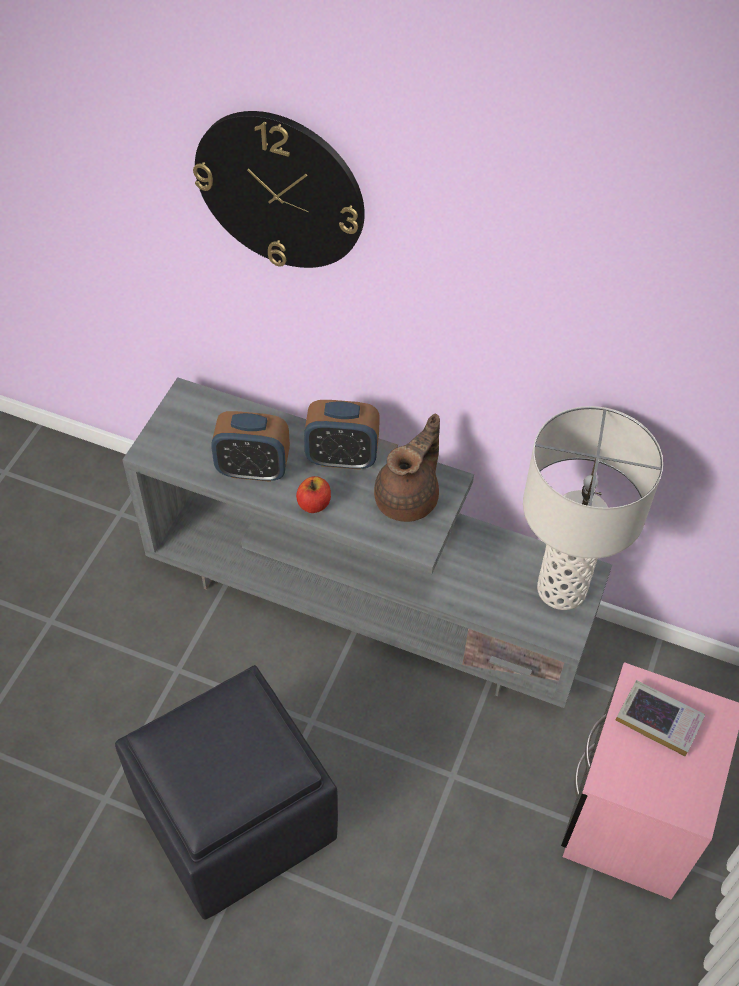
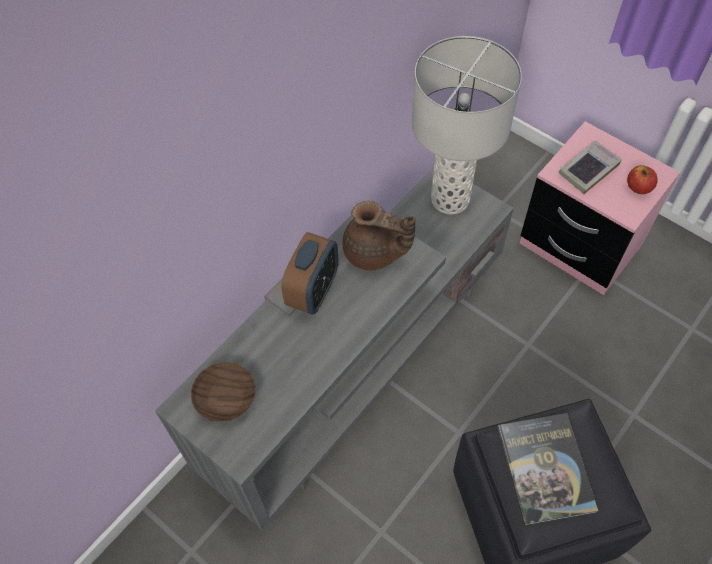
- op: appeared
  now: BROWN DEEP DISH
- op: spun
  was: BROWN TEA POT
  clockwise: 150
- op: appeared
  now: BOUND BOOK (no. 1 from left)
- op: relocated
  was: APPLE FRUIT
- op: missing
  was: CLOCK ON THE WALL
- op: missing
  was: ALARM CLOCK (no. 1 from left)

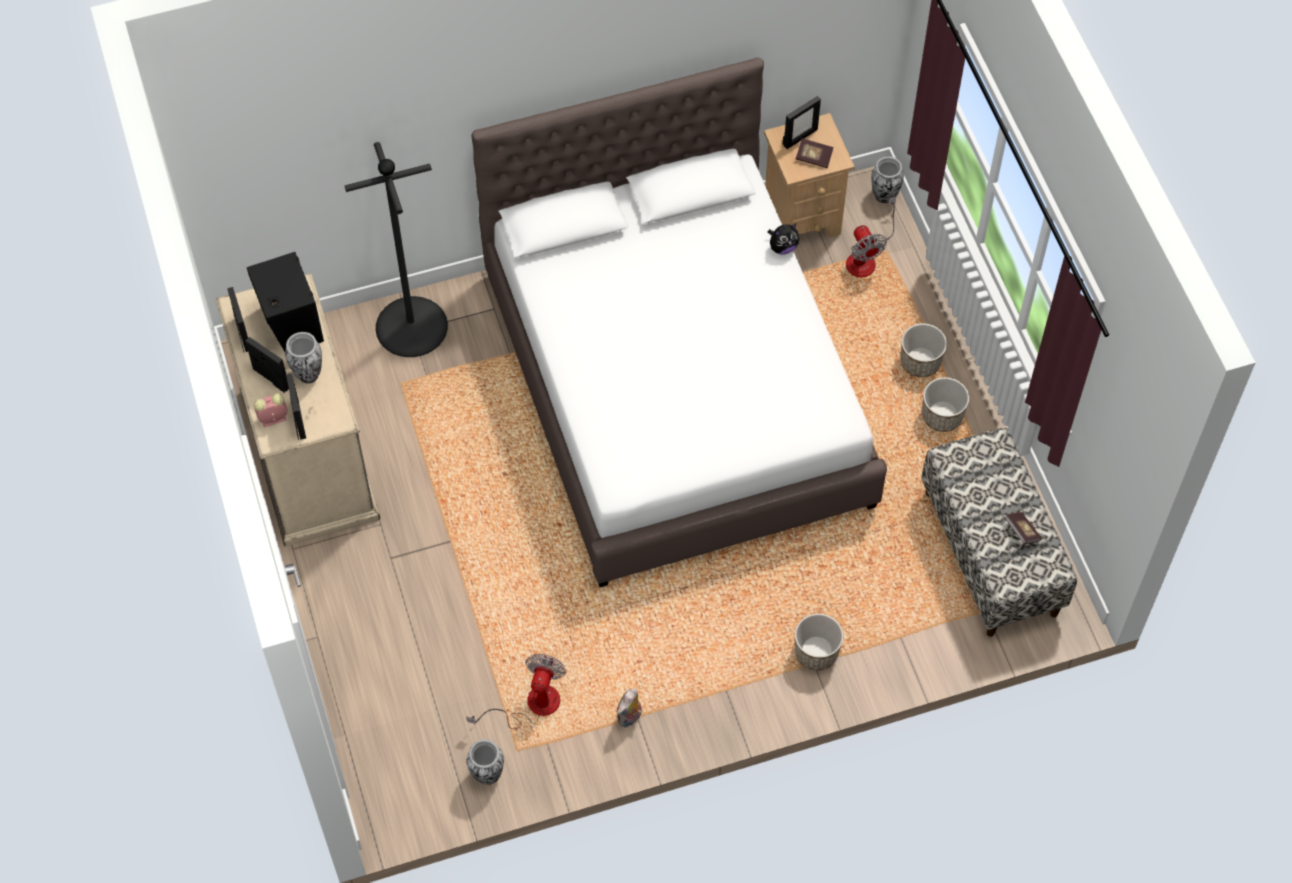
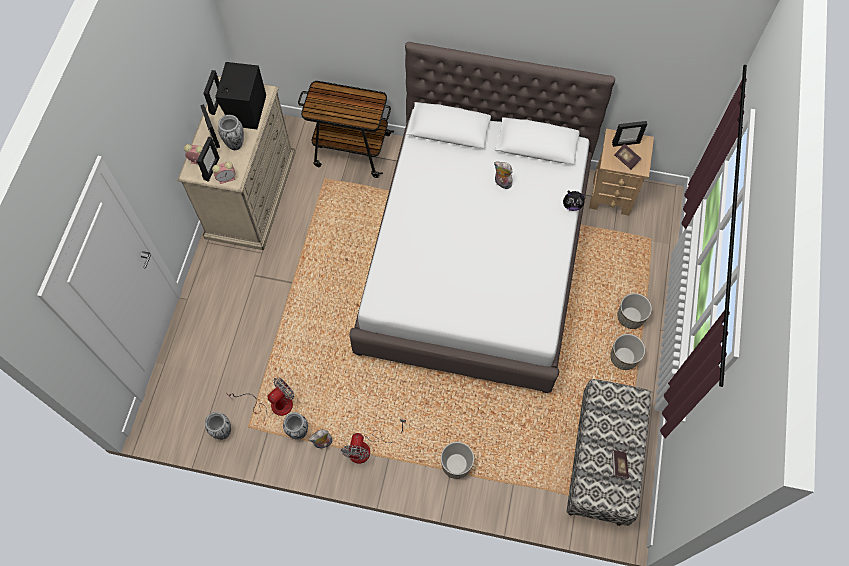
- op: appeared
  now: ALARM CLOCK (no. 2 from left)
- op: relocated
  was: DECORATIVE VASE (no. 3 from left)
- op: exchanged
  was: BLACKISH CLOTHES RACK
  now: WHEELED CART
- op: relocated
  was: FAN (no. 2 from left)
- op: appeared
  now: CUDDLY TOY (no. 2 from left)

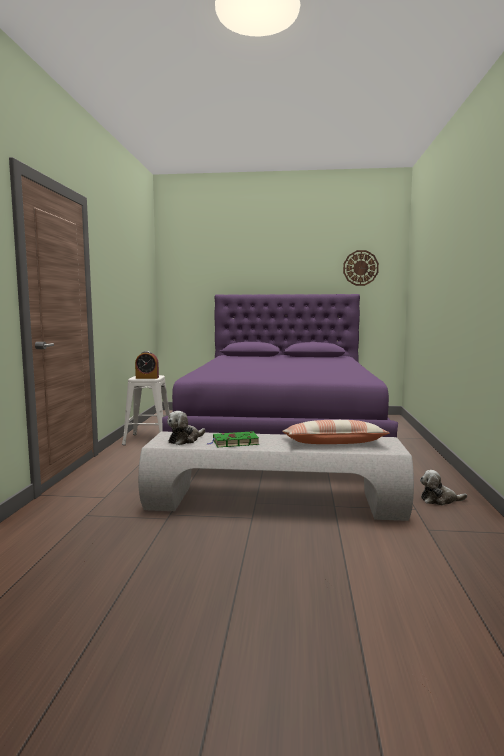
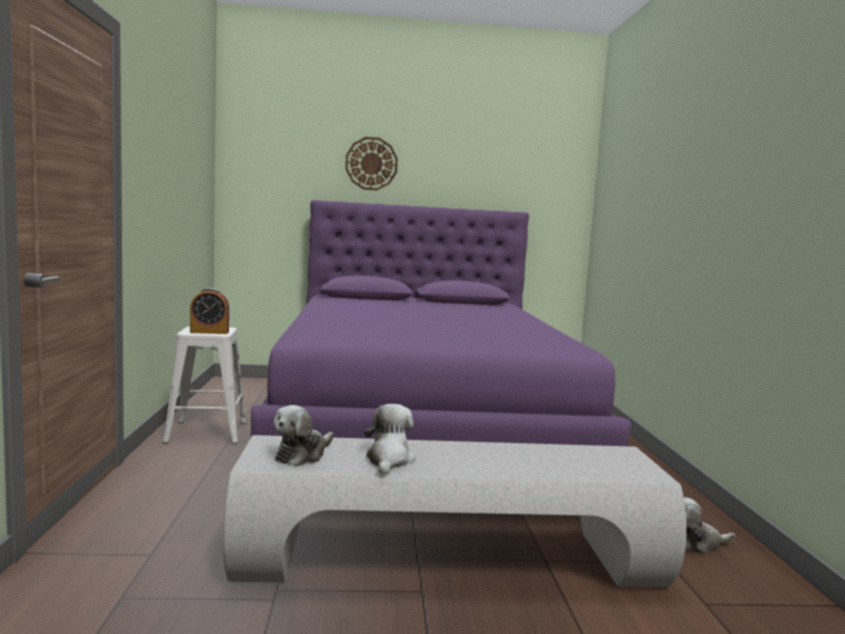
- op: relocated
  was: CLOCK ON THE WALL
- op: exchanged
  was: GREEN-COLOURED BOUND BOOK
  now: CUDDLY TOY (no. 2 from left)
- op: missing
  was: PILLOW

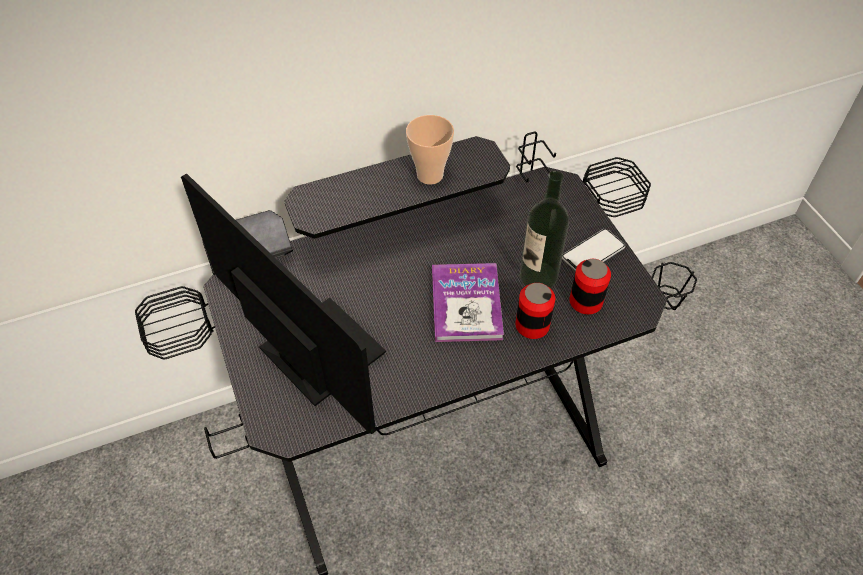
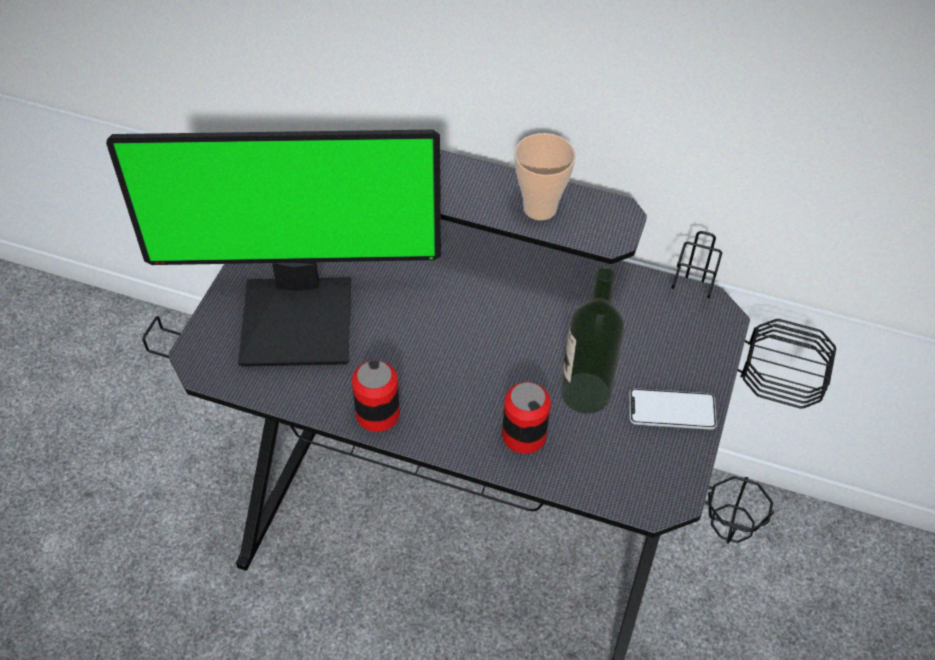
- op: spun
  was: COMPUTER DISPLAY
  clockwise: 90
- op: relocated
  was: SEALED CAN (no. 2 from left in the first image)
  now: SEALED CAN (no. 1 from left)
- op: missing
  was: BOUND BOOK

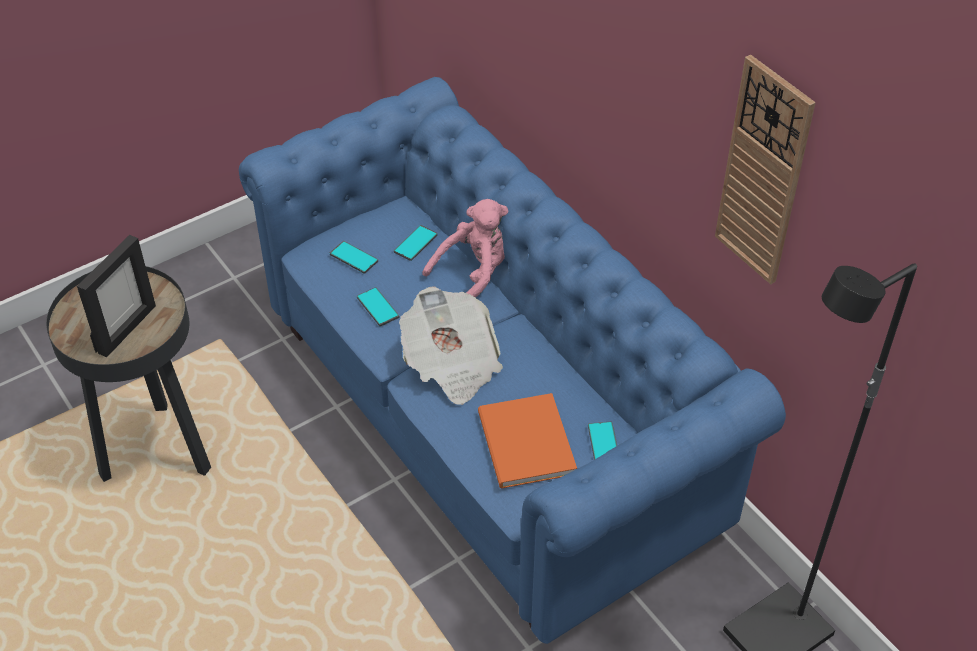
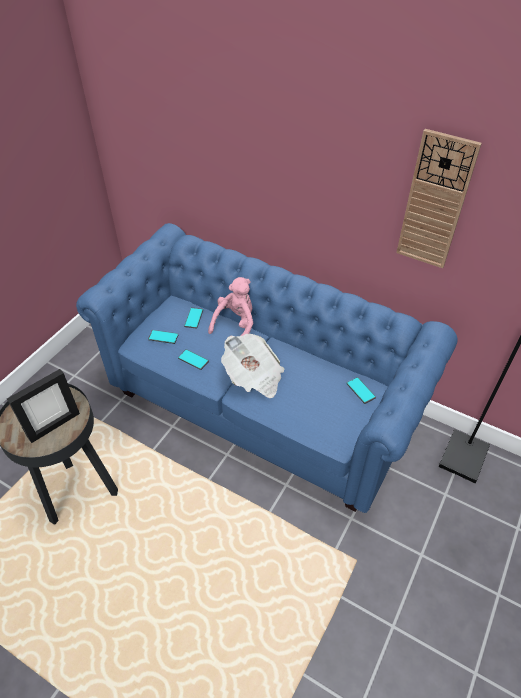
- op: spun
  was: PHOTO FRAME
  clockwise: 45
- op: missing
  was: ORANGE BOUND BOOK

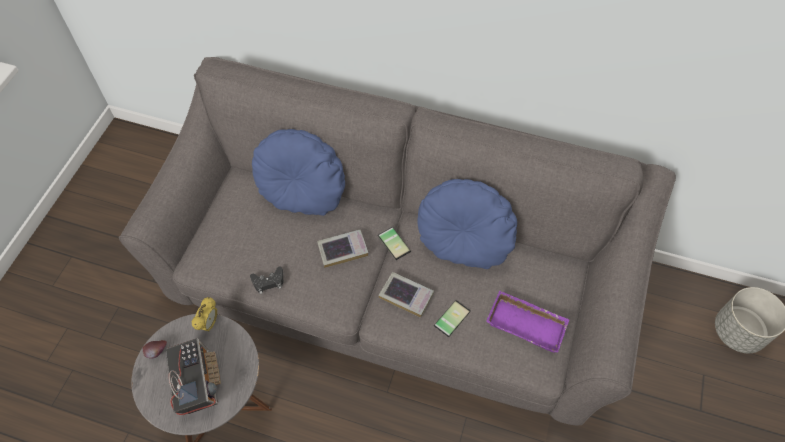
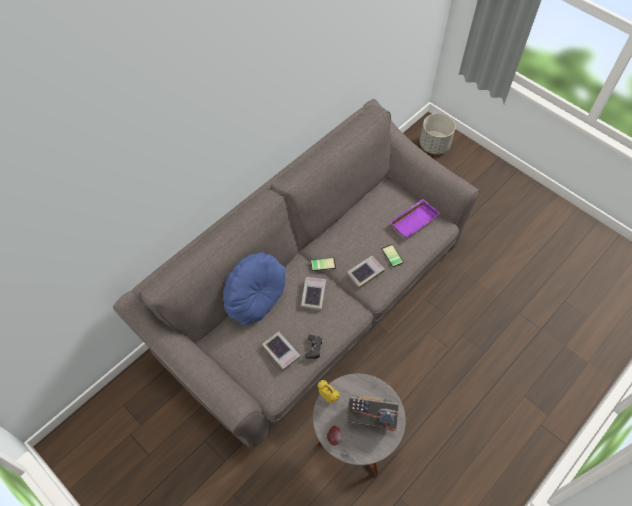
- op: appeared
  now: BOUND BOOK (no. 1 from left)
- op: missing
  was: BLUISH PILLOW (no. 2 from left)

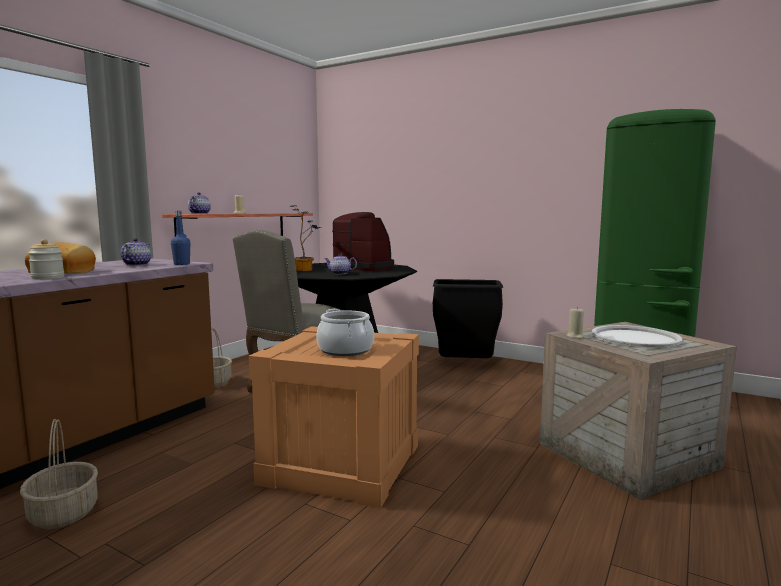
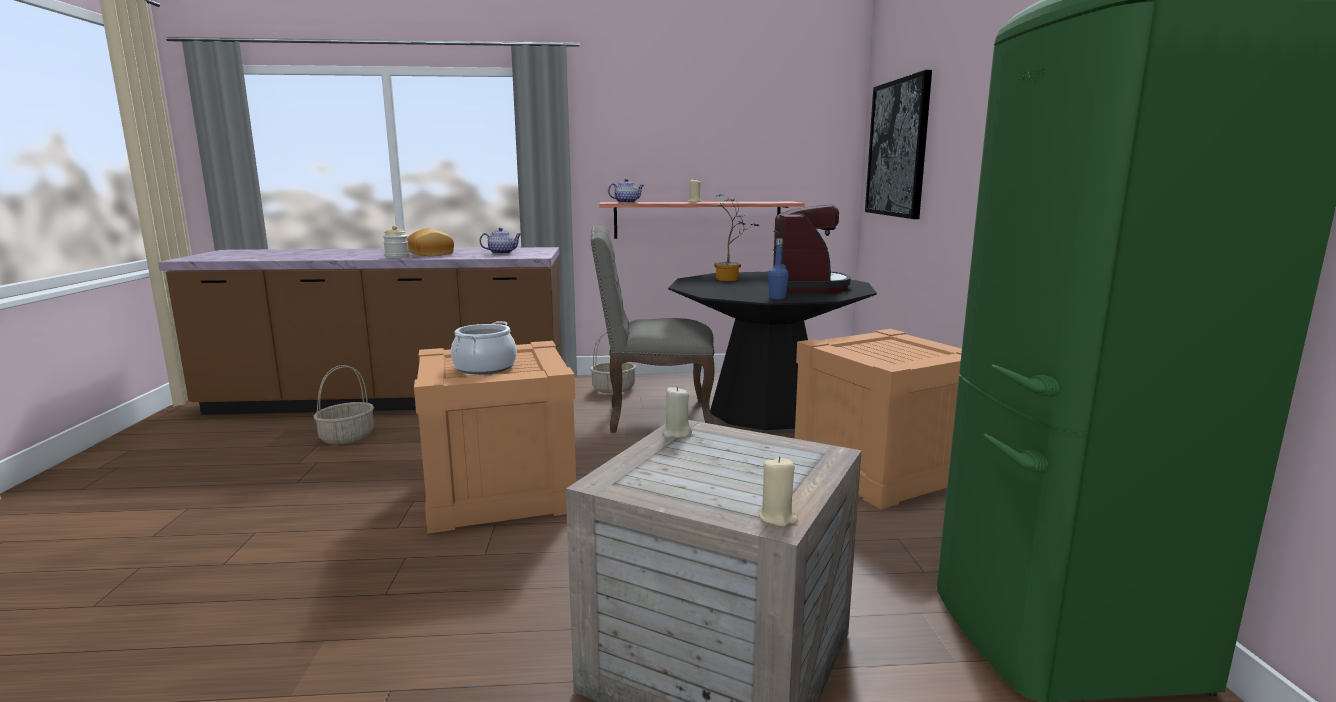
- op: appeared
  now: SAND-COLOURED WAX CANDLE (no. 3 from left)
- op: relocated
  was: BLUISH BEVERAGE BOTTLE
- op: exchanged
  was: BLACKISH RUBBISH BIN
  now: CRATE (no. 3 from left)
- op: appeared
  now: WALL PICTURE
- op: missing
  was: TEA POT (no. 3 from left)
- op: missing
  was: WHITE-COLOURED TRAY

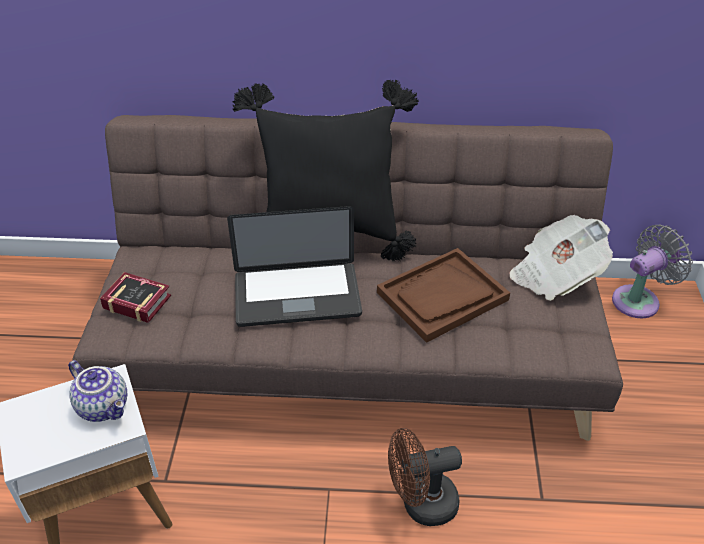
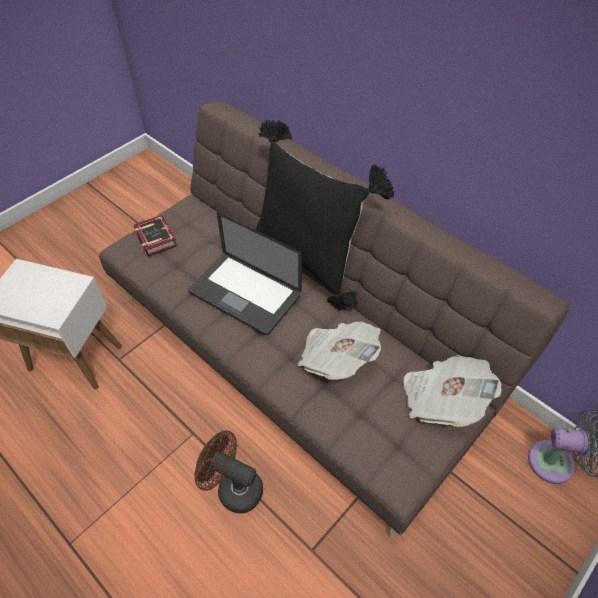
- op: exchanged
  was: BROWN TRAY
  now: PRINTED PAPER (no. 1 from left)
- op: missing
  was: TEA POT

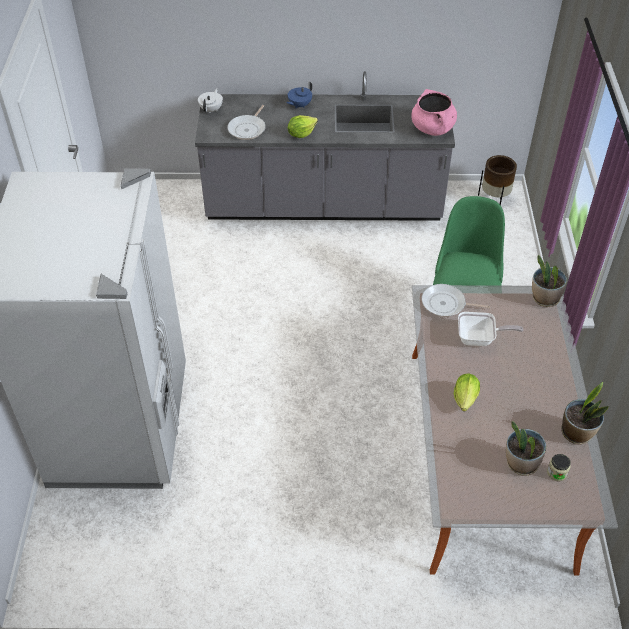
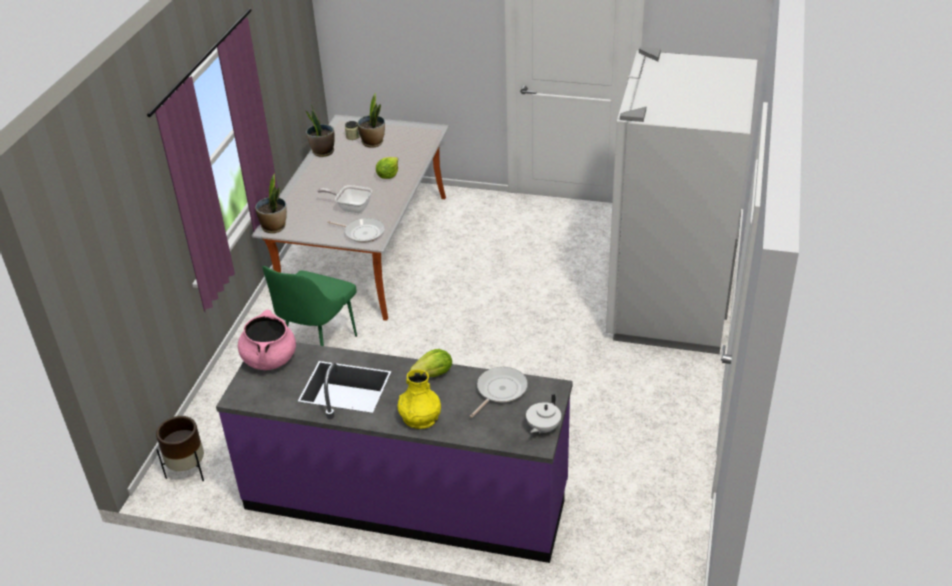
- op: colour
  was: GREY KITCHEN COUNTER
  now: PURPLE-COLOURED KITCHEN COUNTER
- op: exchanged
  was: BLUISH TEA POT
  now: YELLOW DECORATIVE VASE

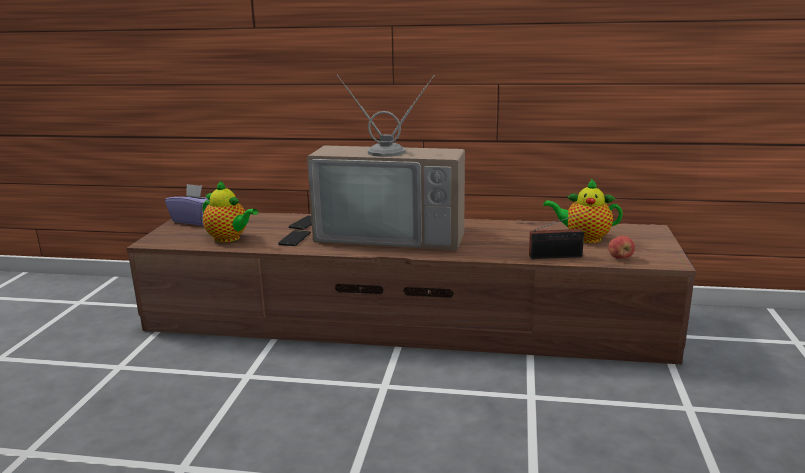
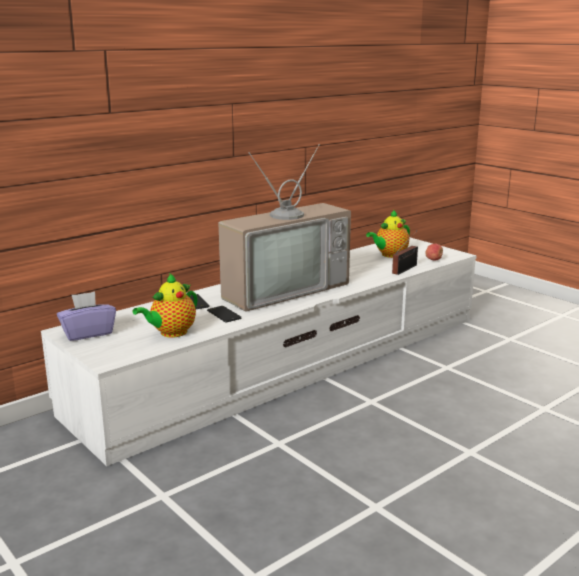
- op: colour
  was: BROWN TV STAND
  now: WHITE-COLOURED TV STAND
- op: spun
  was: TEA POT (no. 1 from left)
  clockwise: 150

